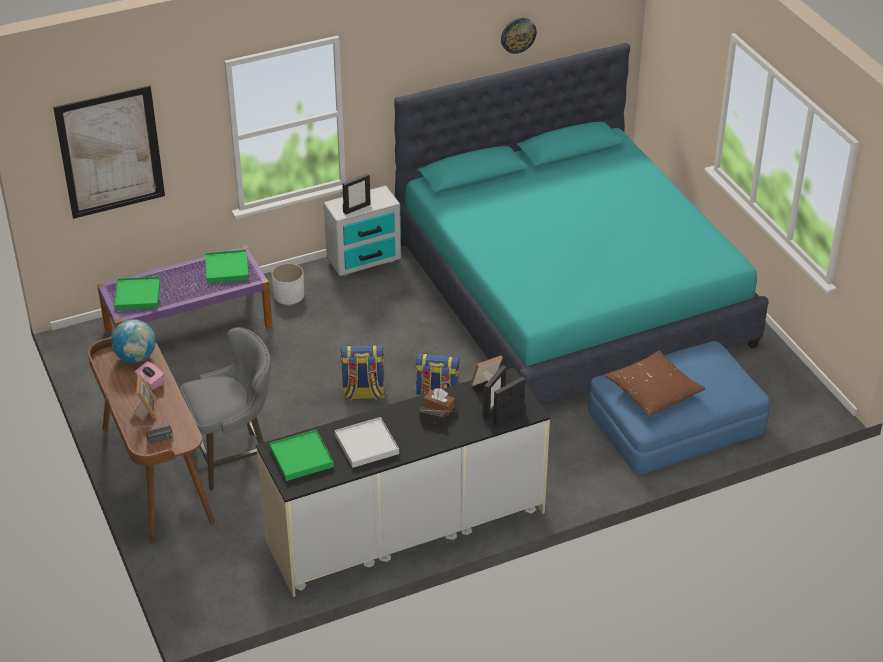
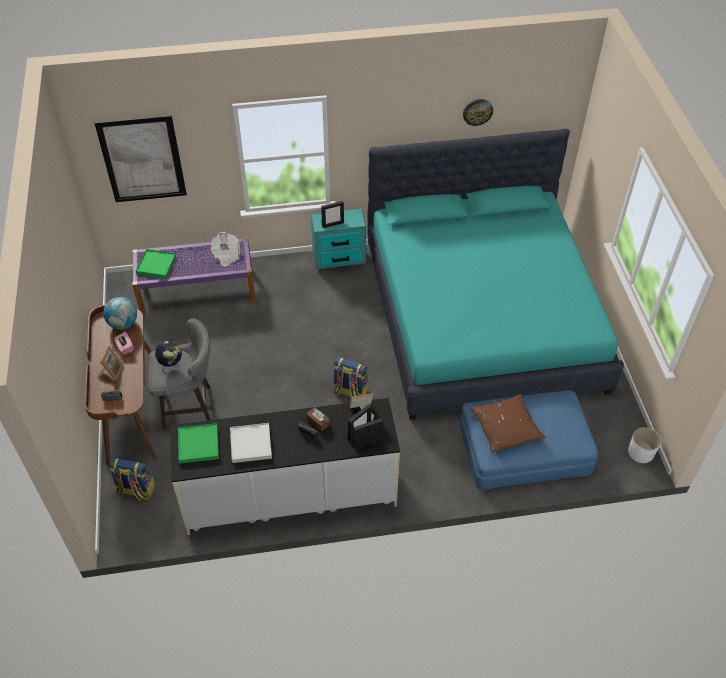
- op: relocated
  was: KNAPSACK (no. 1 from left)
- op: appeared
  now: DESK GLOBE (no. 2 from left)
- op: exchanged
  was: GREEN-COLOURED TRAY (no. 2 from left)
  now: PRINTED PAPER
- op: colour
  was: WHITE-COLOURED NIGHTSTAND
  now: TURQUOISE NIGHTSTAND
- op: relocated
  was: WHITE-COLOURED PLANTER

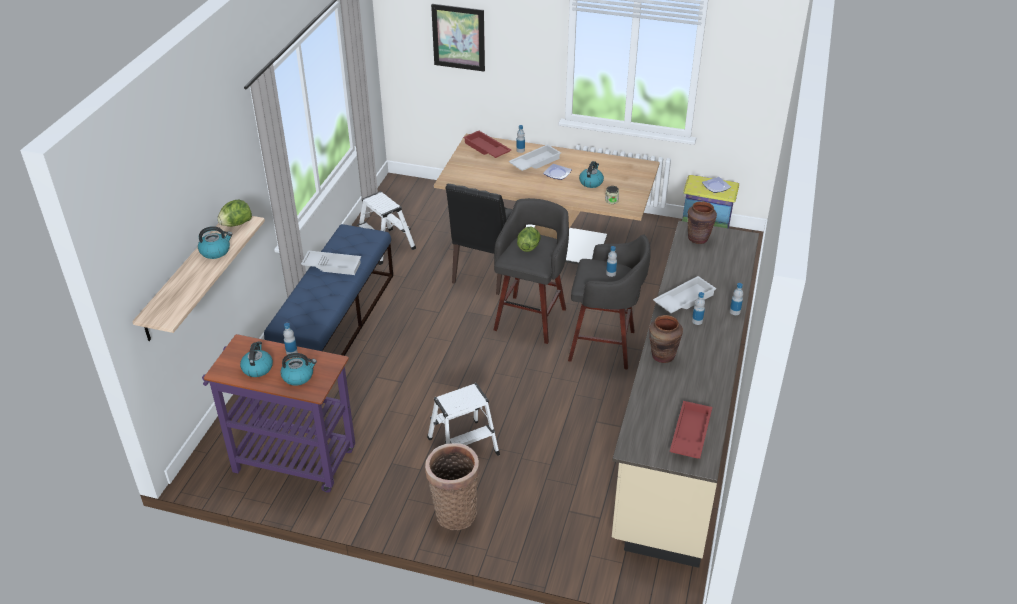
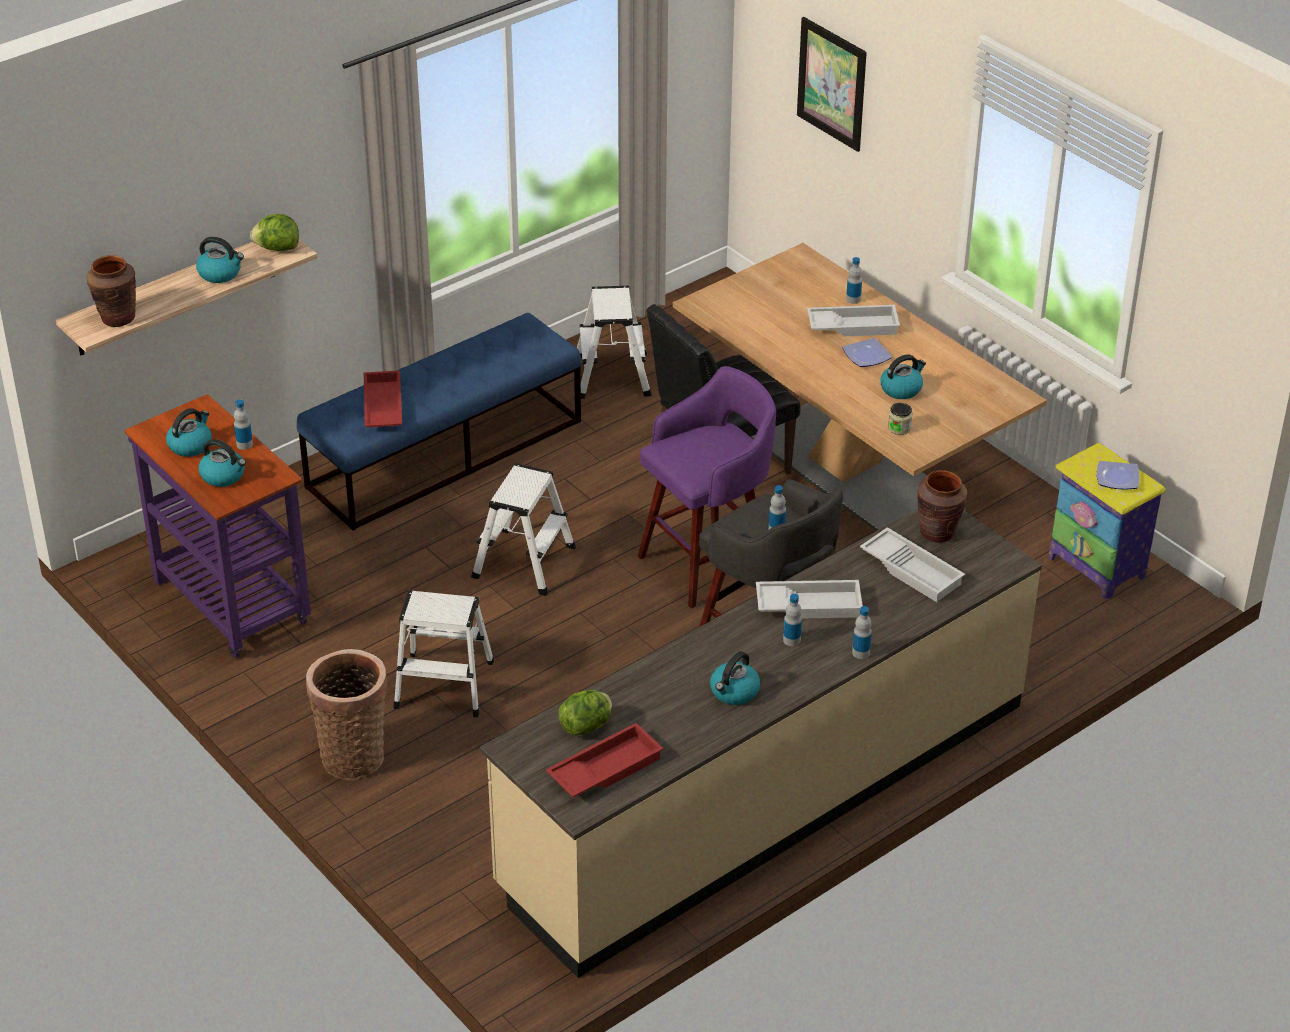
- op: relocated
  was: BROWN DECORATIVE VASE (no. 1 from left)
- op: relocated
  was: REDDISH TRAY (no. 1 from left)
- op: appeared
  now: WHITE-COLOURED STEP LADDER (no. 2 from left)
- op: relocated
  was: LETTUCE HEAD (no. 2 from left)
- op: colour
  was: GREY STOOL (no. 1 from left)
  now: PURPLE-COLOURED STOOL
- op: appeared
  now: KETTLE (no. 4 from left)
- op: relocated
  was: WHITE-COLOURED TRAY (no. 1 from left in the first image)
  now: WHITE-COLOURED TRAY (no. 3 from left)

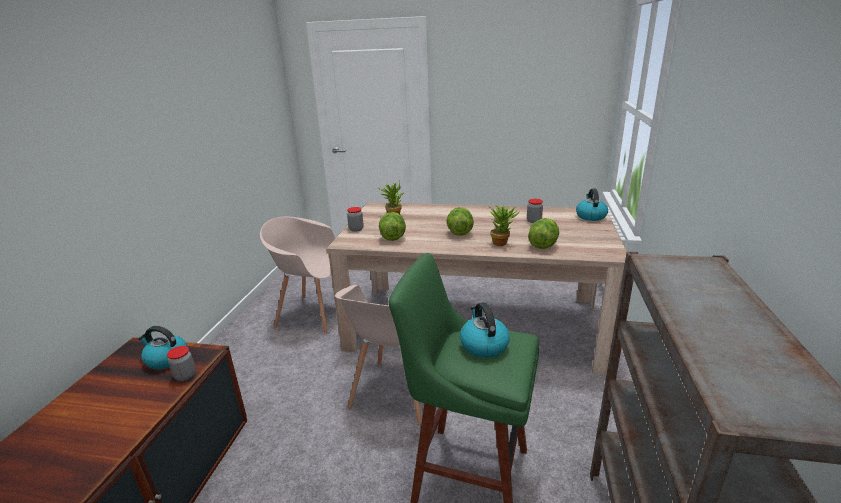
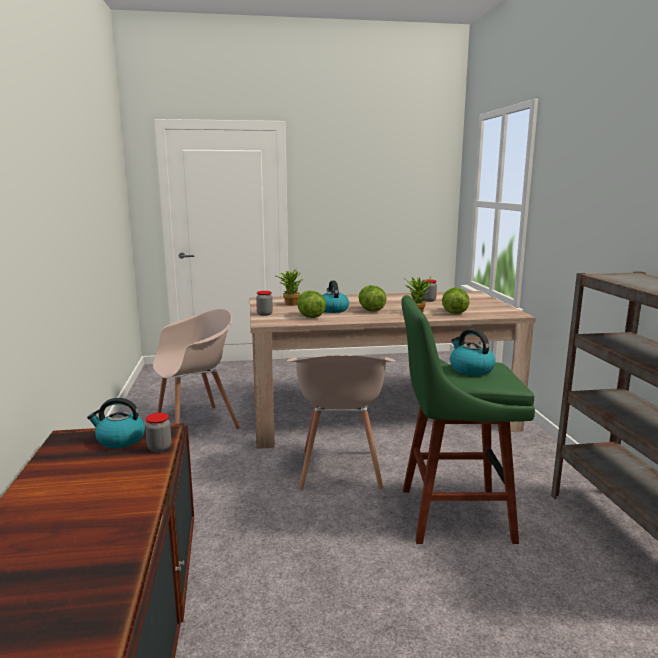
- op: spun
  was: SAND-COLOURED CHAIR (no. 1 from left)
  clockwise: 150
- op: relocated
  was: KETTLE (no. 3 from left in the first image)
  now: KETTLE (no. 2 from left)

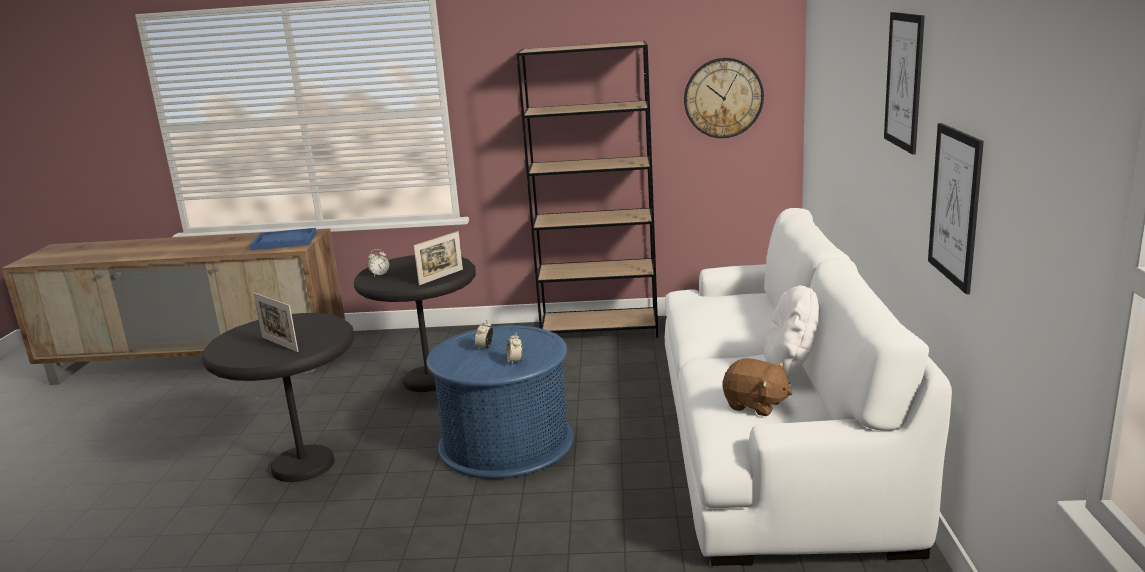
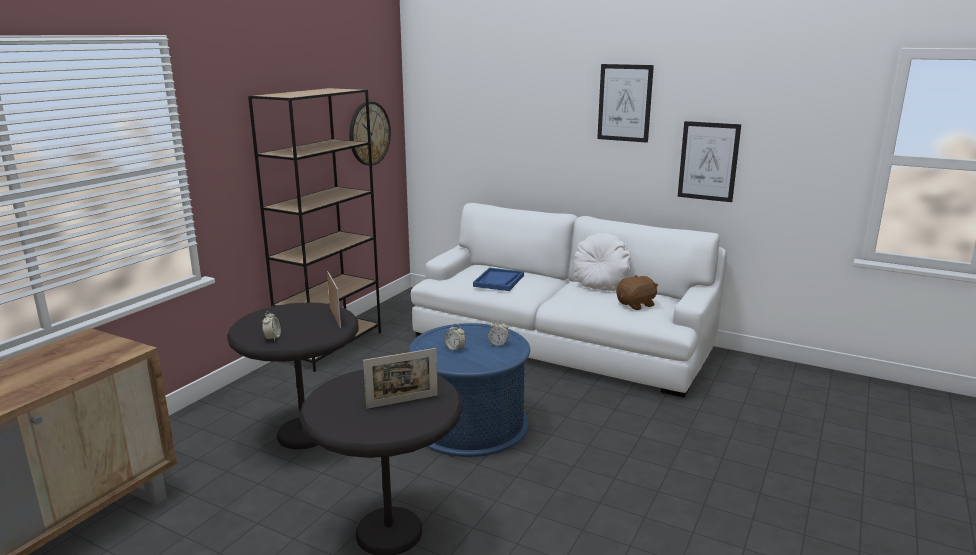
- op: relocated
  was: BLUISH TRAY

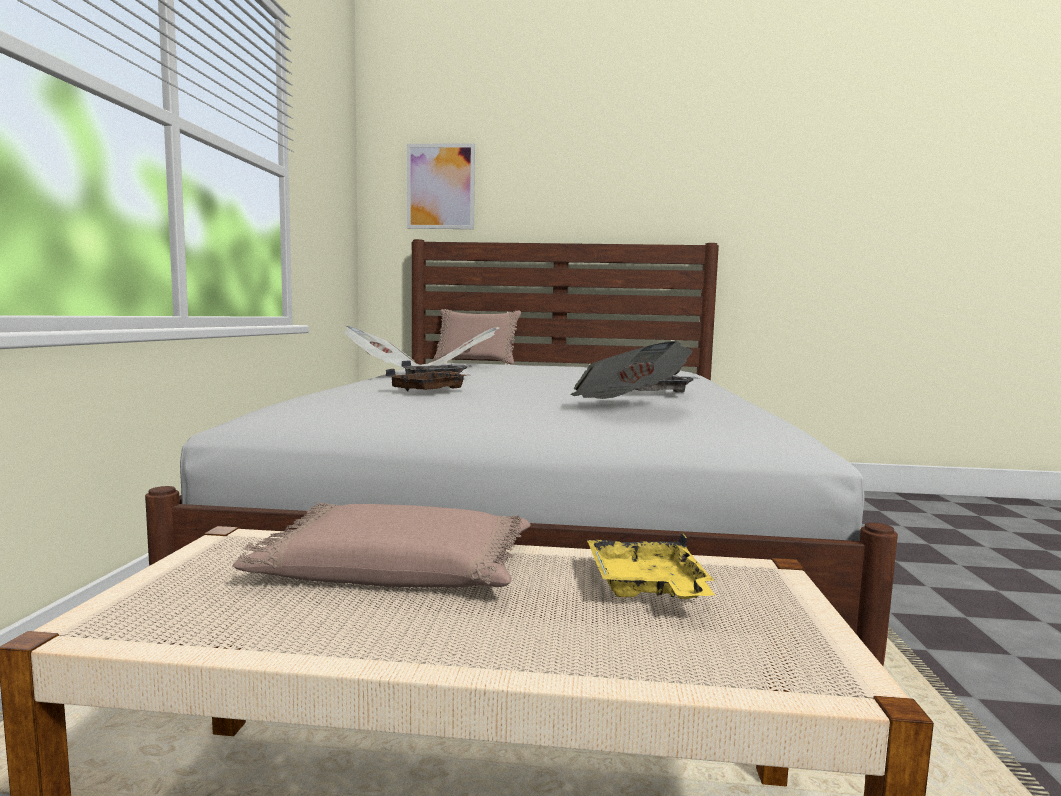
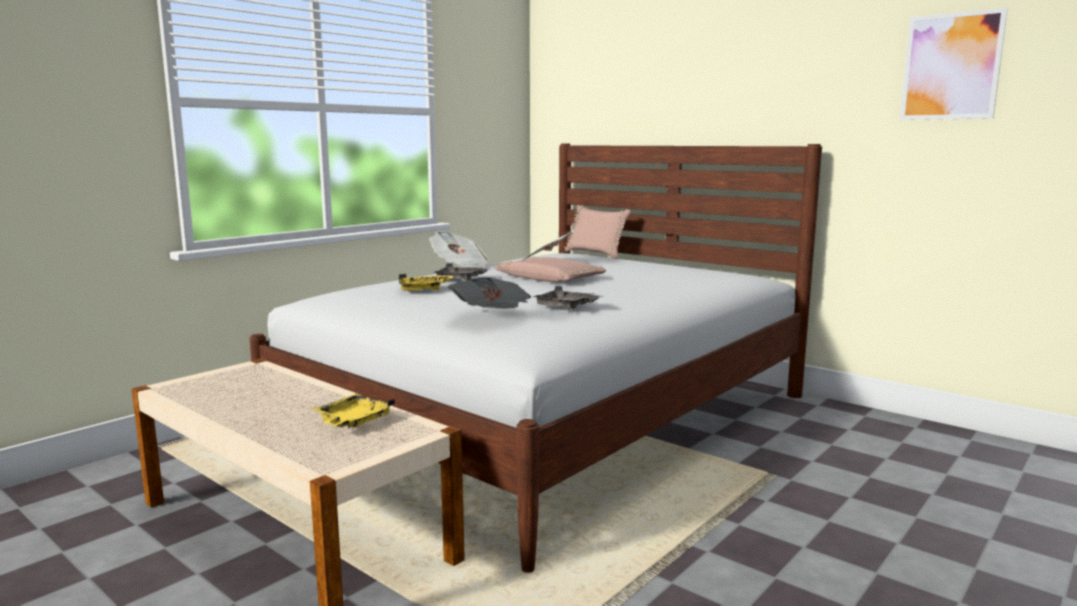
- op: colour
  was: BROWN TRAY
  now: YELLOW TRAY (no. 2 from left)
- op: relocated
  was: SAND-COLOURED PILLOW (no. 1 from left)
- op: relocated
  was: WALL PICTURE

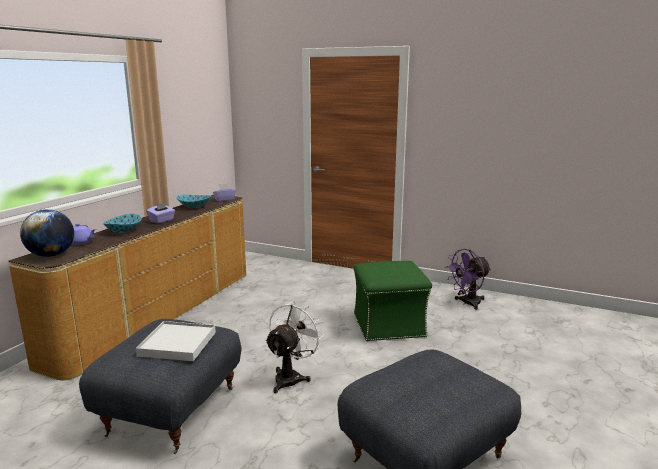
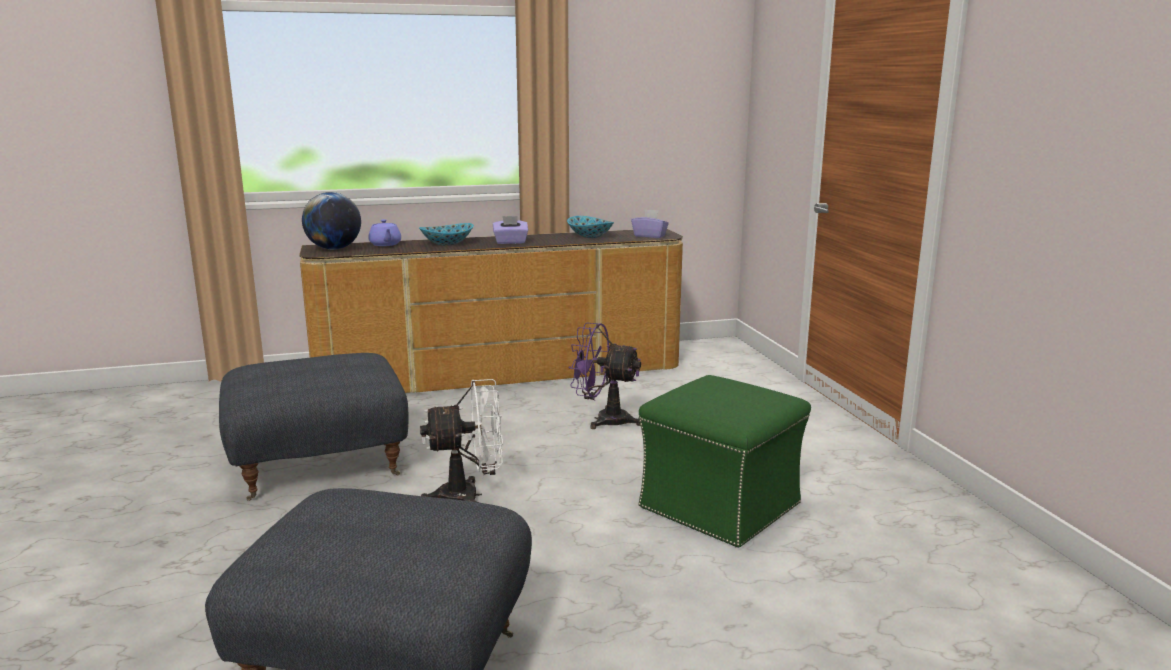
- op: relocated
  was: PURPLE-COLOURED FAN
- op: missing
  was: WHITE-COLOURED TRAY

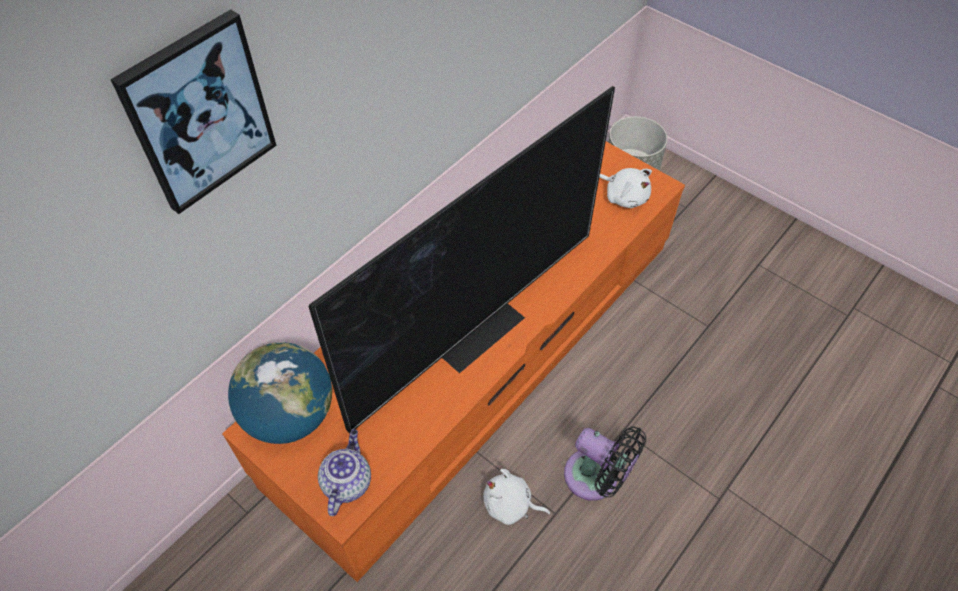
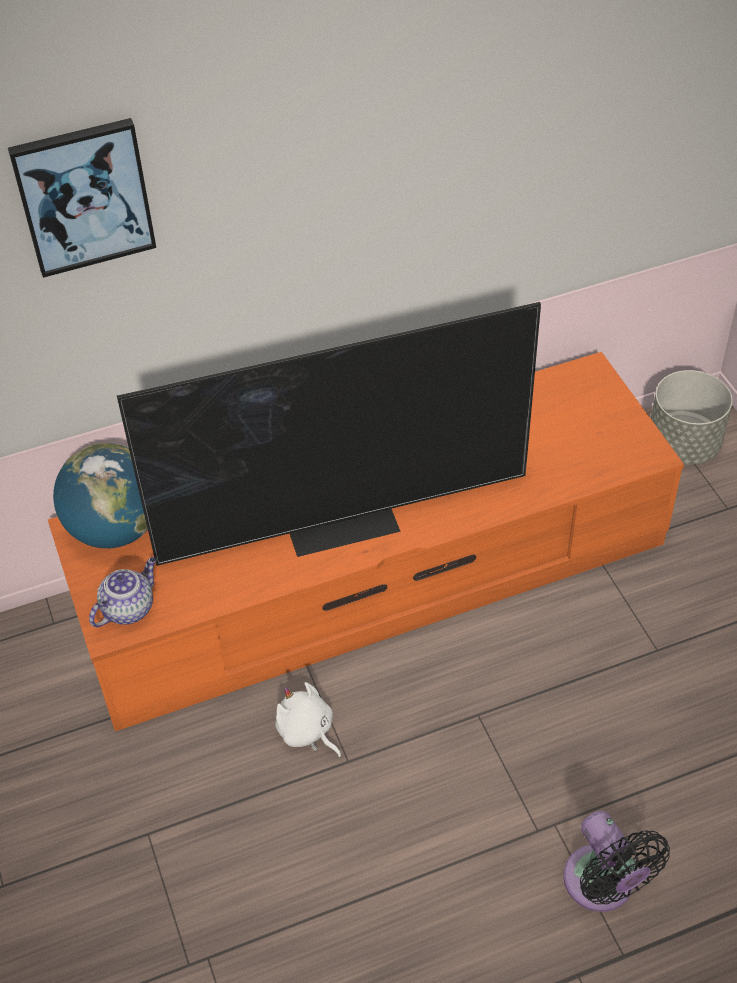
- op: relocated
  was: BLACKISH FAN
- op: missing
  was: WHITE-COLOURED CUDDLY TOY (no. 2 from left)

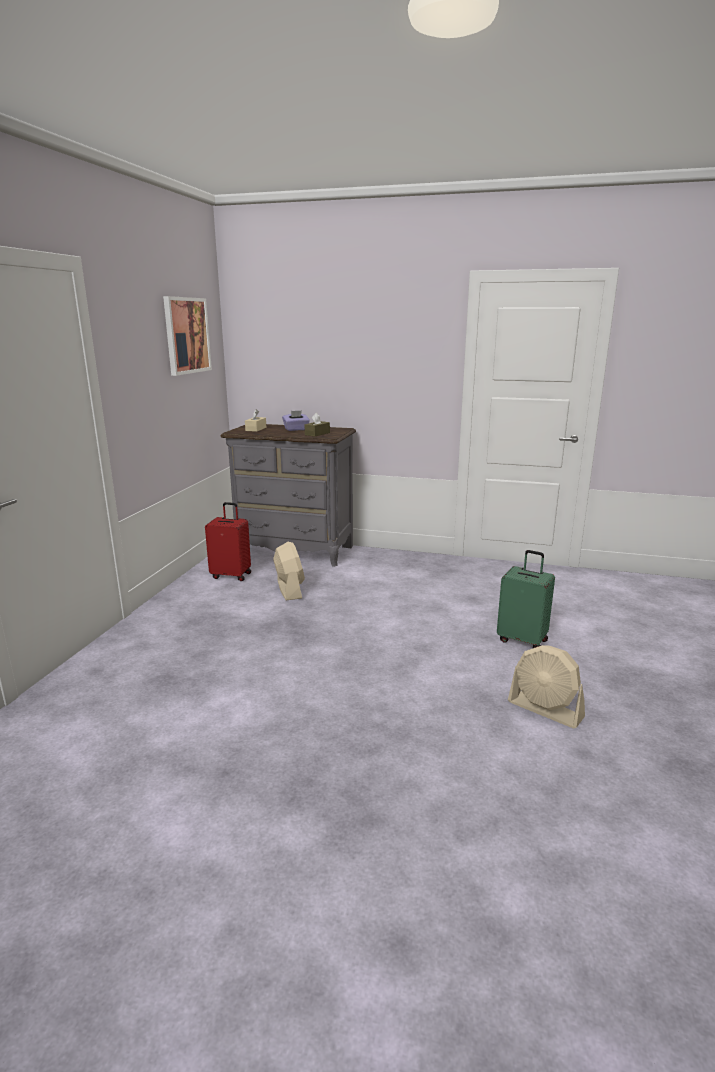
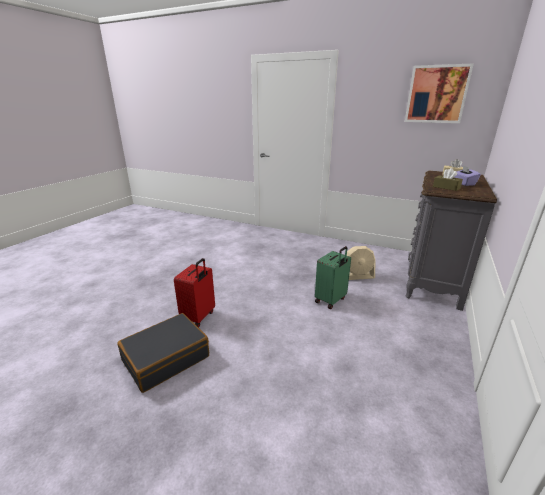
- op: exchanged
  was: SAND-COLOURED FAN (no. 2 from left)
  now: BLACKISH PIECE OF LUGGAGE
- op: relocated
  was: REDDISH PIECE OF LUGGAGE
- op: relocated
  was: GREEN-COLOURED PIECE OF LUGGAGE

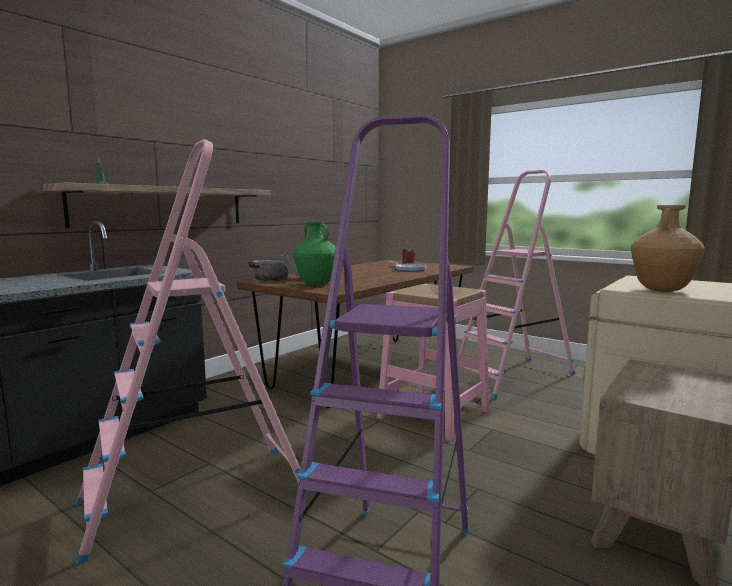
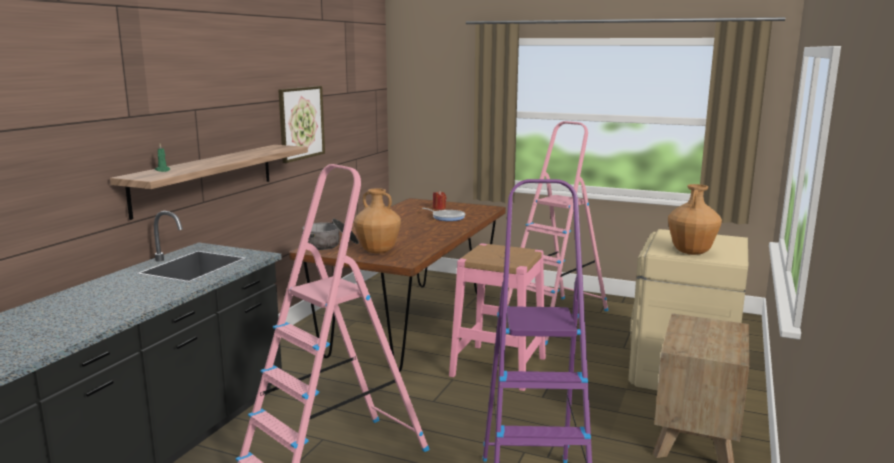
- op: appeared
  now: WALL PICTURE
- op: colour
  was: GREEN-COLOURED DECORATIVE VASE
  now: BROWN DECORATIVE VASE (no. 1 from left)

